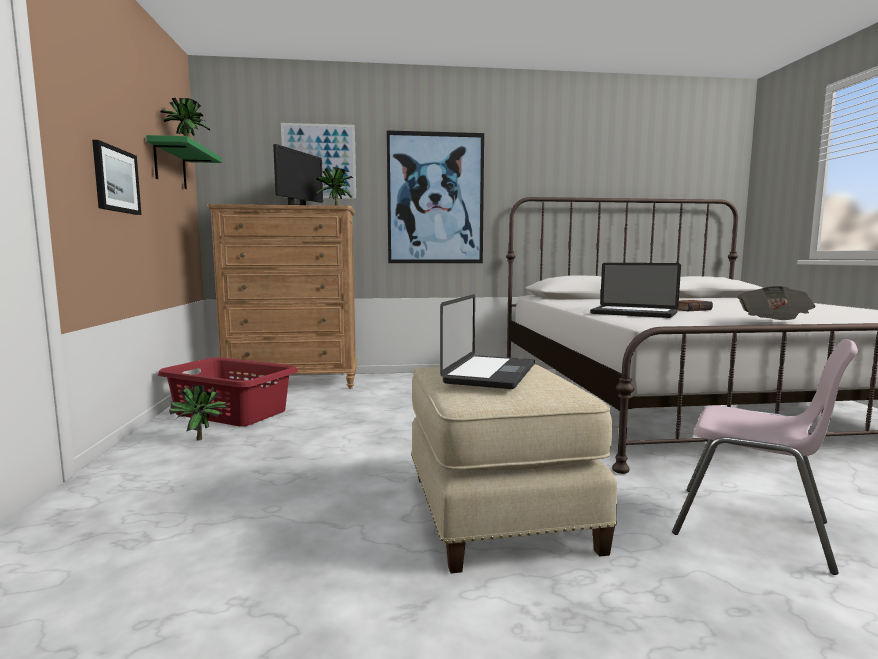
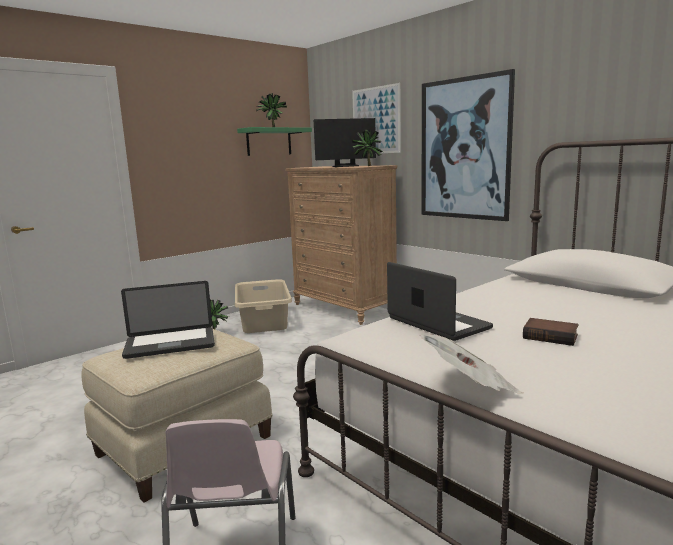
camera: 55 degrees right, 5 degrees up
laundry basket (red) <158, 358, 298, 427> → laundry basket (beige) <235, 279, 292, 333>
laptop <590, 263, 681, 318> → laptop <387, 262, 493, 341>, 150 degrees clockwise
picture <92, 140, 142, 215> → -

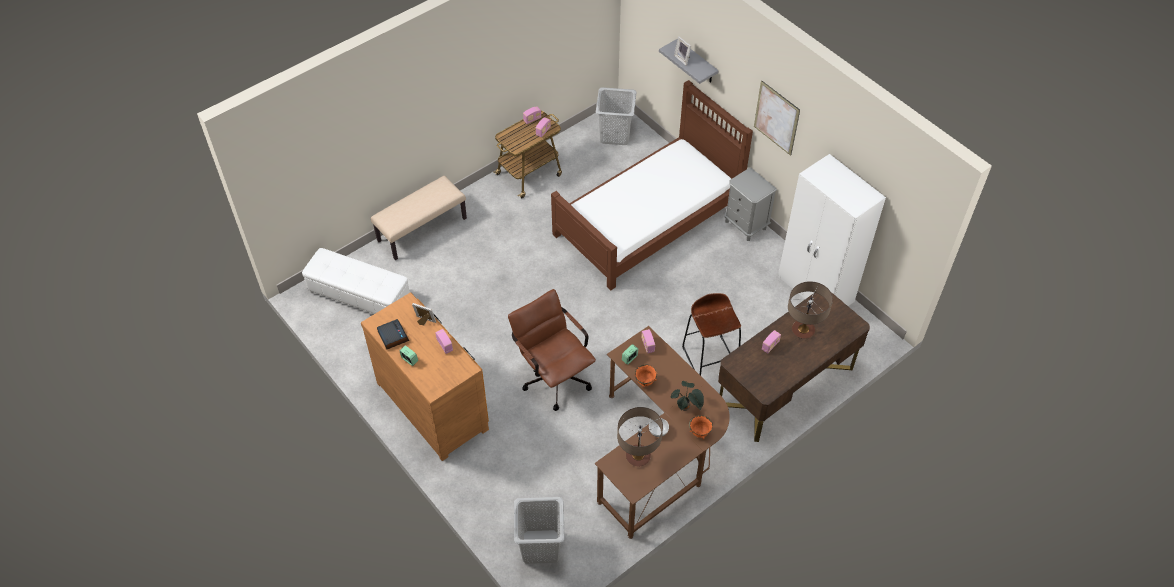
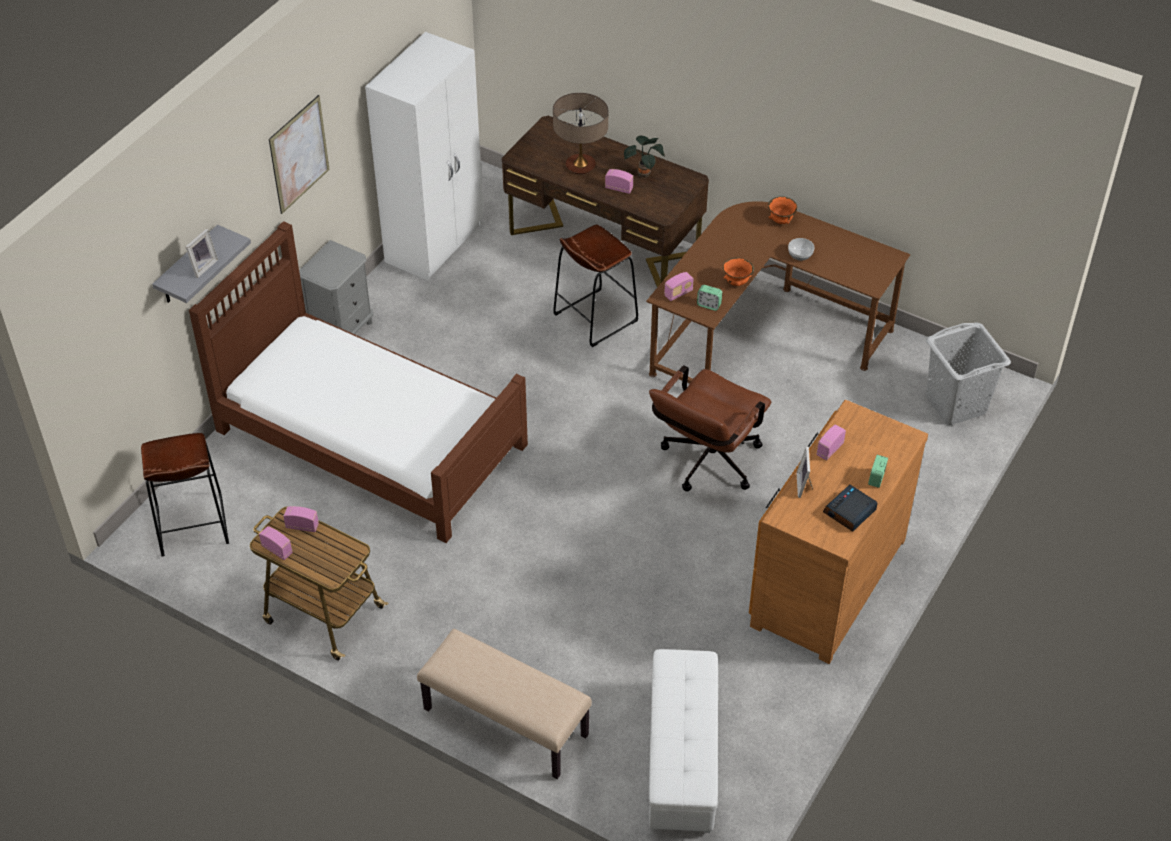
camera: 110 degrees left, 5 degrees down
laundry basket (grey) <596, 87, 637, 145> → stool (brown) <141, 433, 229, 556>
potted plant <671, 381, 704, 411> → potted plant <624, 136, 665, 177>, moved
table lamp <617, 407, 663, 466> → -

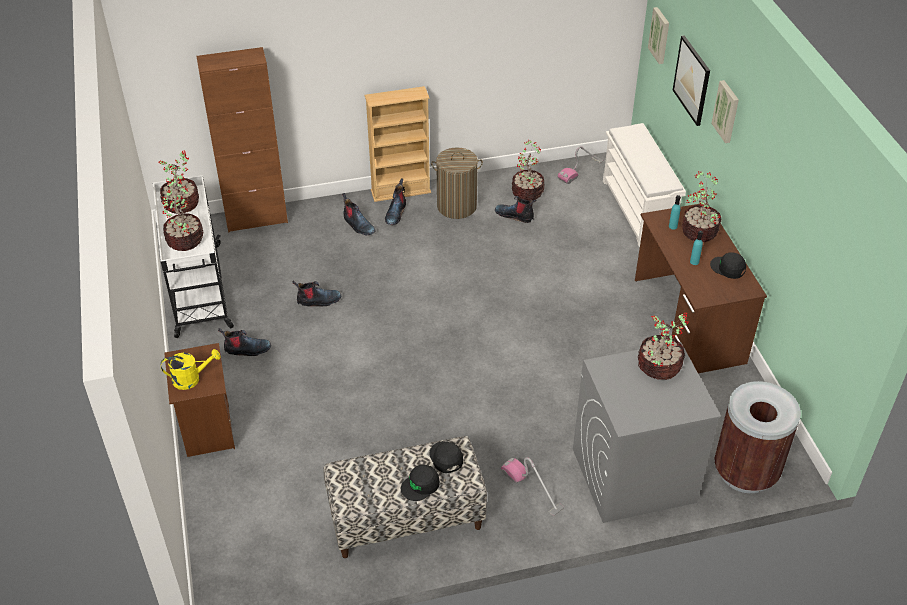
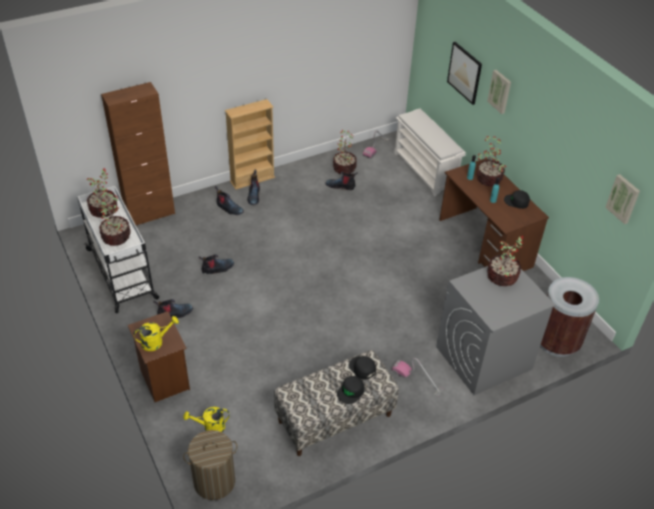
camera: 15 degrees left, 0 degrees up
laundry basket <431, 148, 483, 219> → laundry basket <183, 430, 237, 500>, moved
- → watering can (yellow) <184, 407, 229, 432>
picture <648, 7, 669, 64> → picture <605, 174, 640, 224>, moved

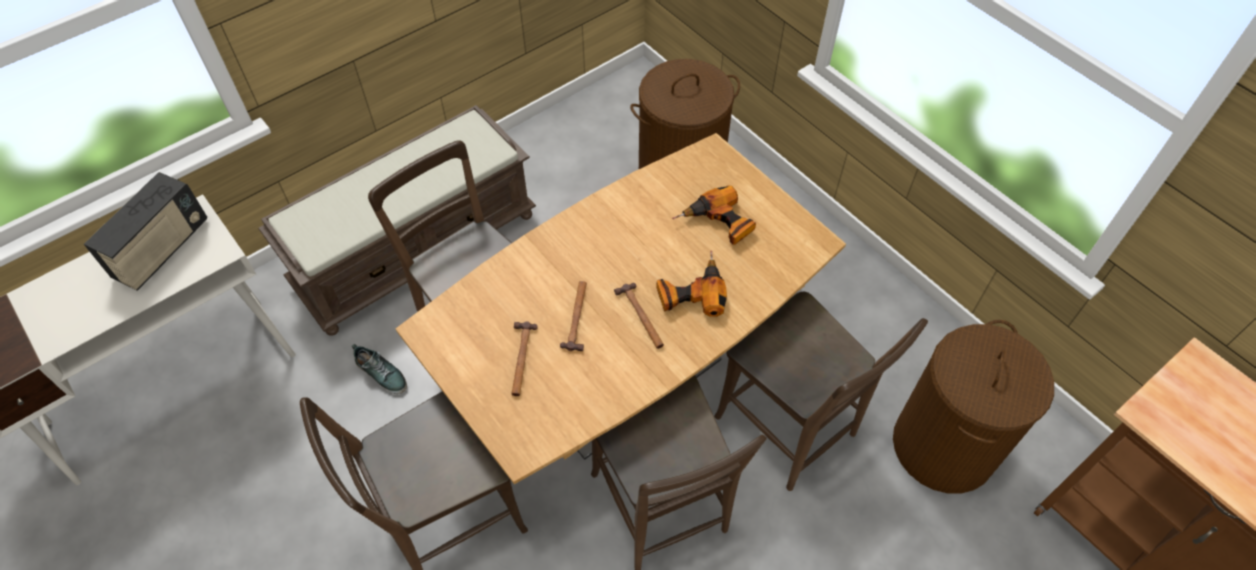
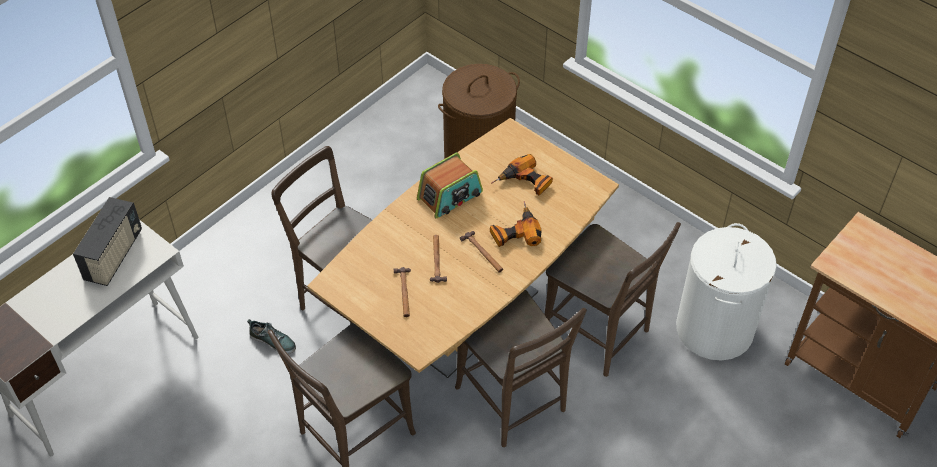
camera: 10 degrees left, 5 degrees down
- → radio <417, 152, 483, 218>
laundry basket (brown) <893, 320, 1054, 494> → laundry basket (white) <676, 223, 777, 361>
bench (brown) <258, 105, 536, 336> → -

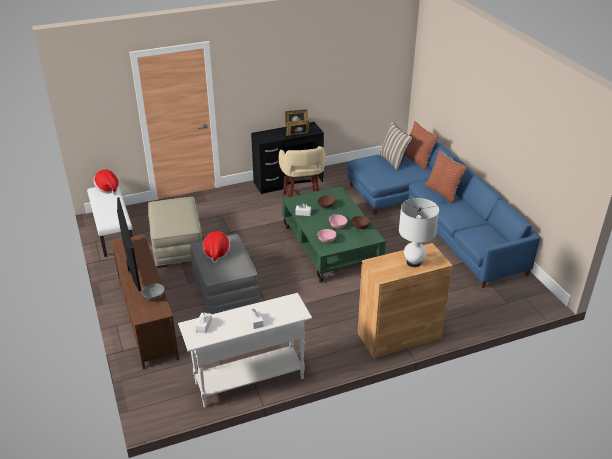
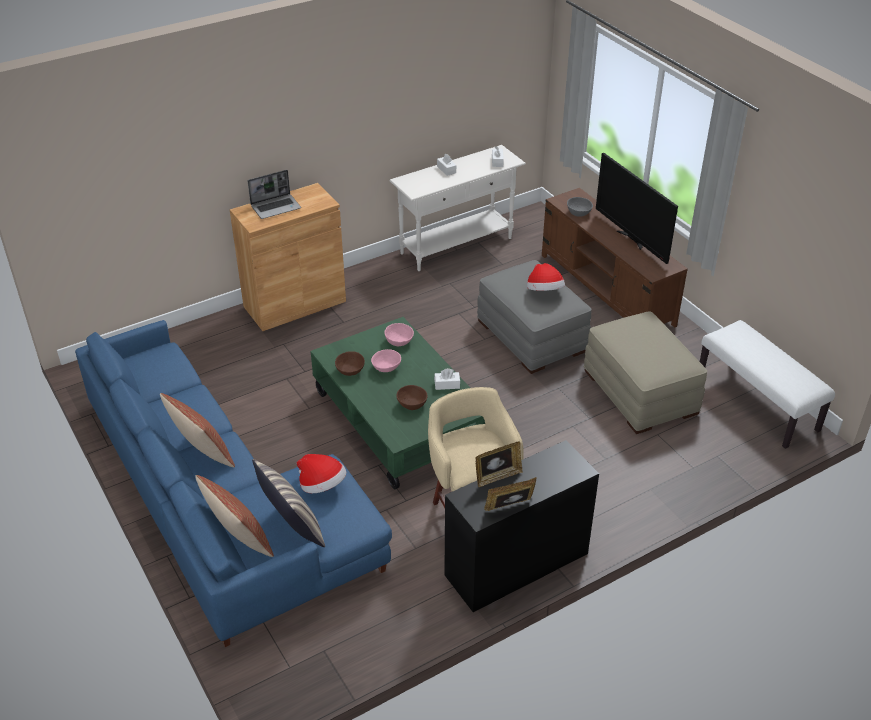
camera: 170 degrees right, 5 degrees up
table lamp (white) <399, 198, 439, 267> → laptop <248, 170, 301, 219>
hat <93, 170, 119, 194> → hat <297, 454, 346, 493>, moved

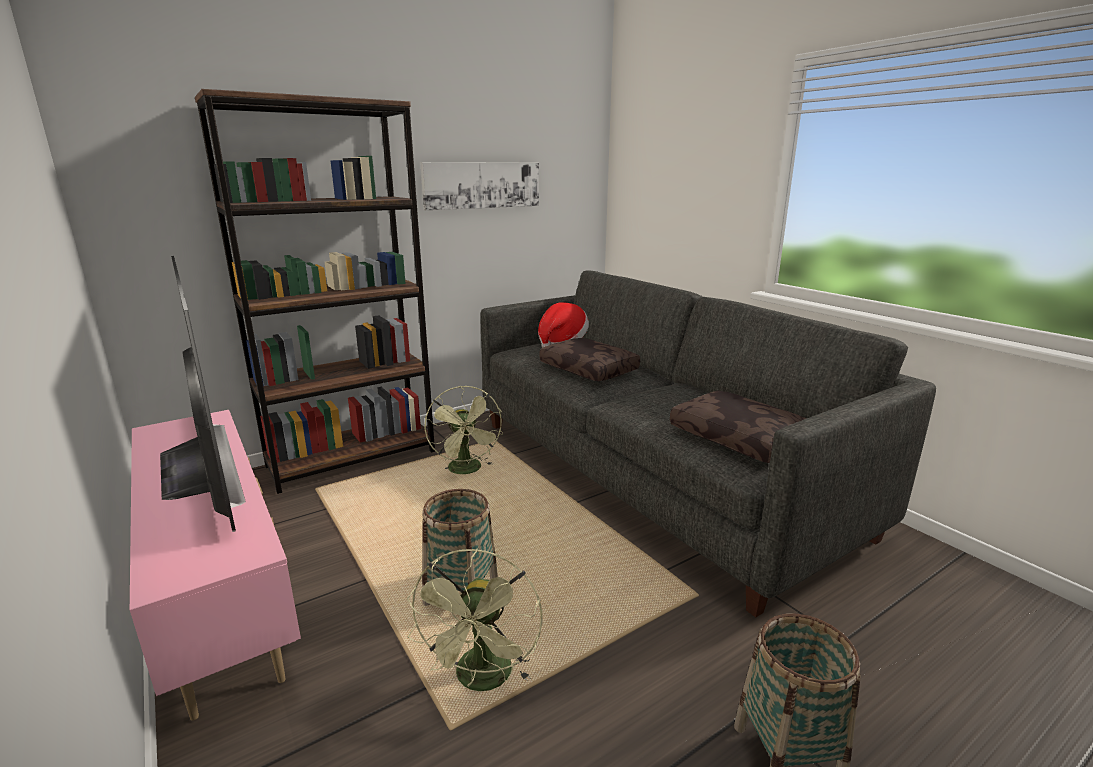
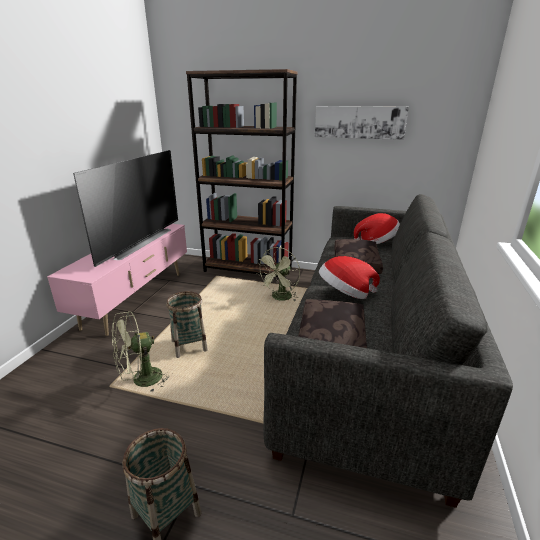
camera: 50 degrees right, 5 degrees up
- → hat <319, 256, 380, 299>

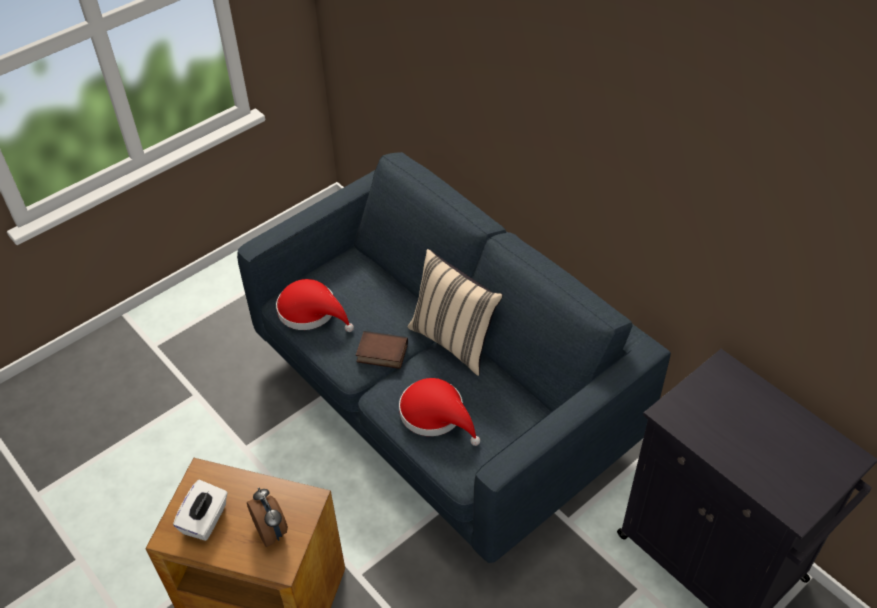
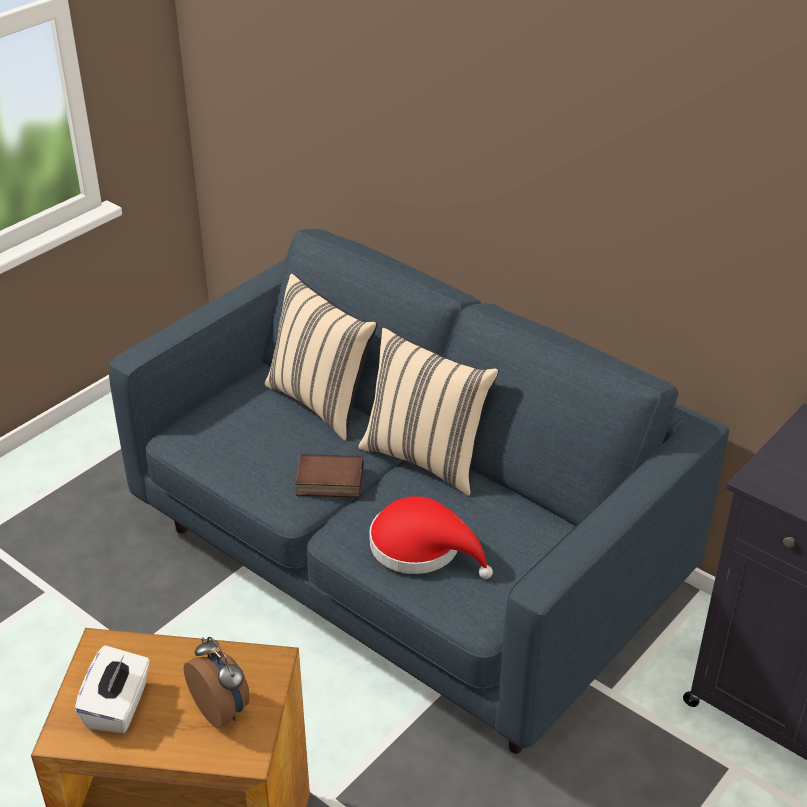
camera: 10 degrees left, 10 degrees down
- → pillow (beige) <264, 274, 377, 441>
hat (red) <276, 279, 354, 332> → -

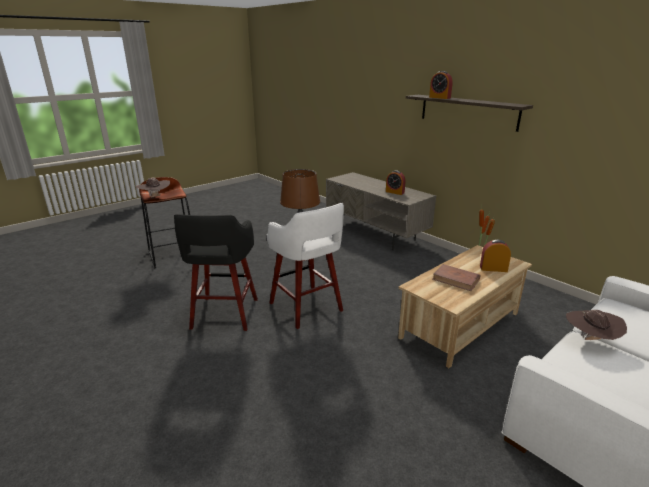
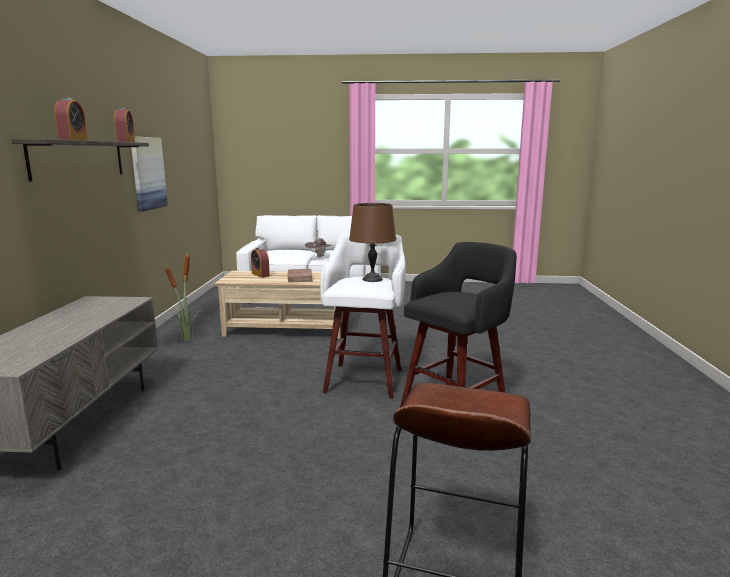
camera: 135 degrees left, 10 degrees down
alarm clock <386, 170, 406, 195> → alarm clock <114, 108, 135, 142>, moved
- → picture <131, 136, 168, 212>
hat (brown) <136, 178, 170, 197> → -

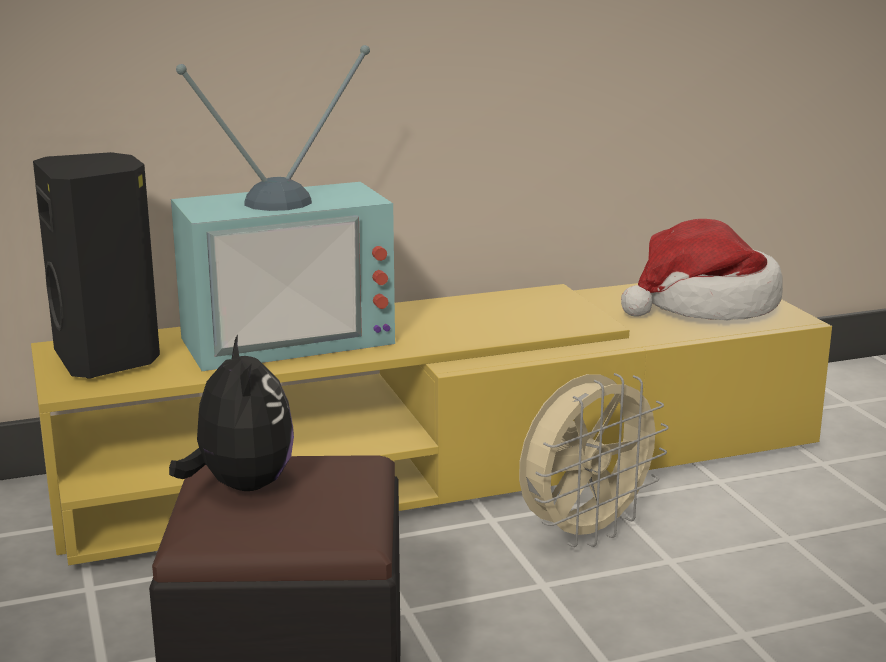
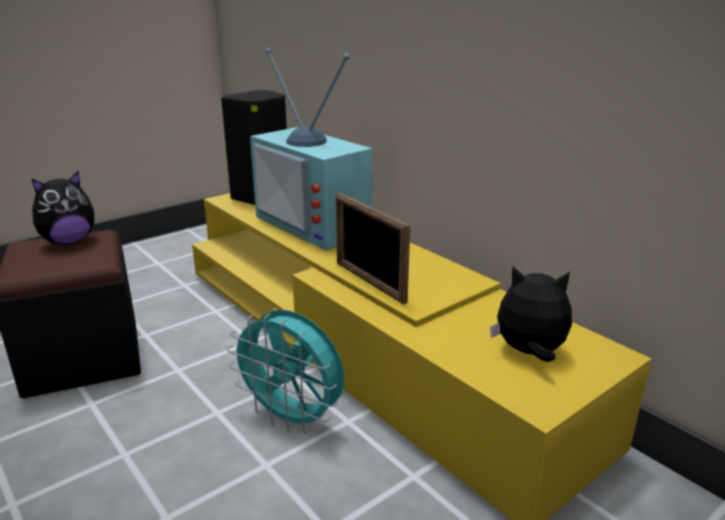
camera: 70 degrees right, 5 degrees up
fan (beige) <519, 373, 669, 547> → fan (turquoise) <227, 310, 344, 434>
- → picture frame <336, 192, 410, 304>
hat <621, 219, 783, 320> → plush toy <490, 266, 572, 362>

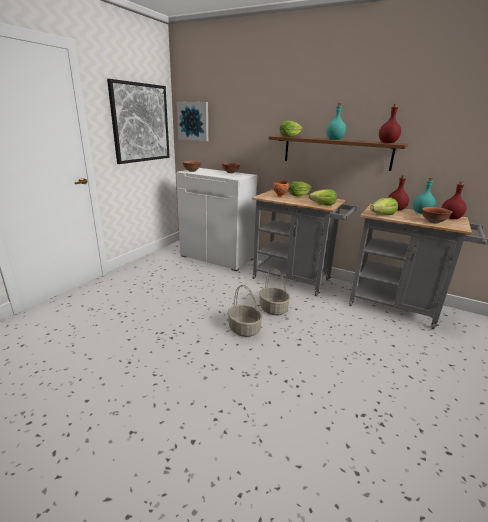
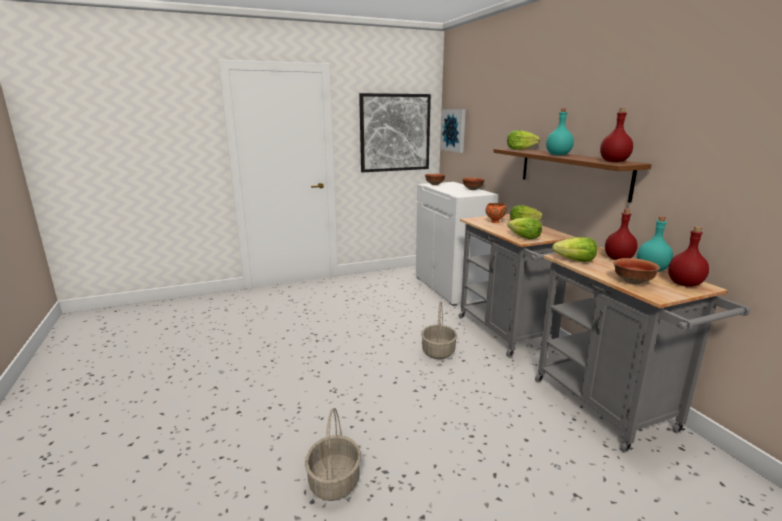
camera: 40 degrees right, 5 degrees down
basket <228, 285, 263, 337> → basket <305, 408, 361, 501>, moved

